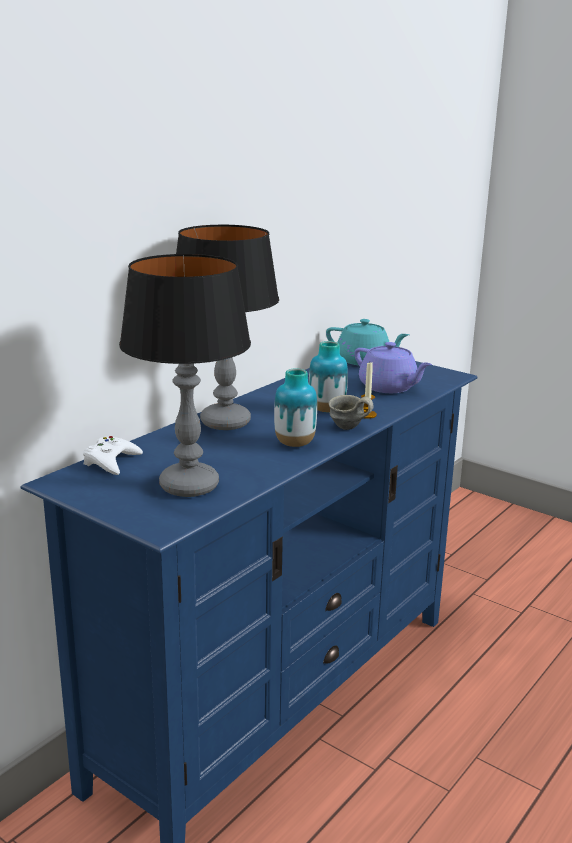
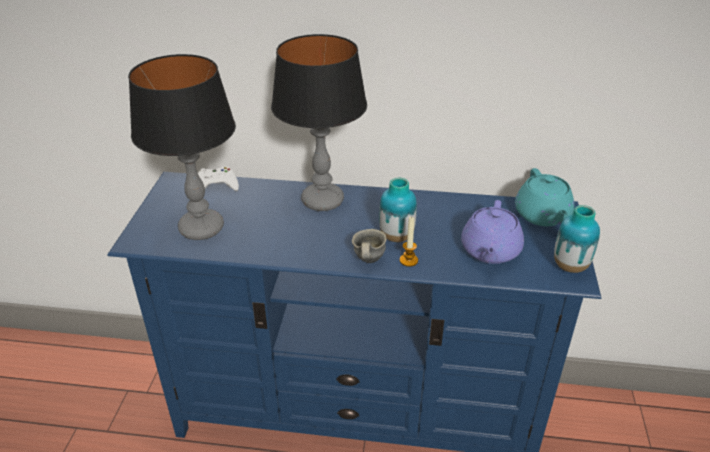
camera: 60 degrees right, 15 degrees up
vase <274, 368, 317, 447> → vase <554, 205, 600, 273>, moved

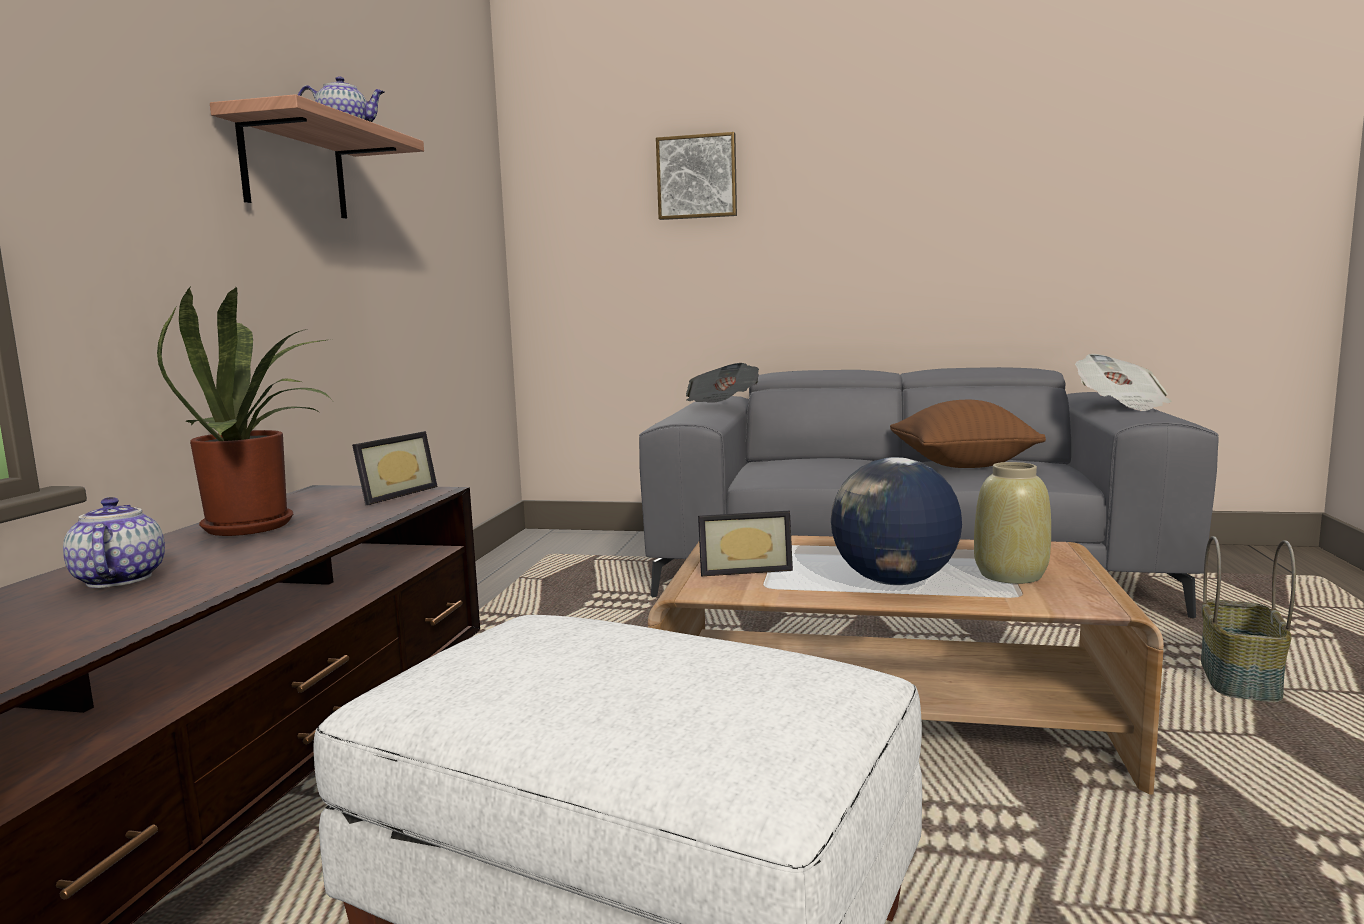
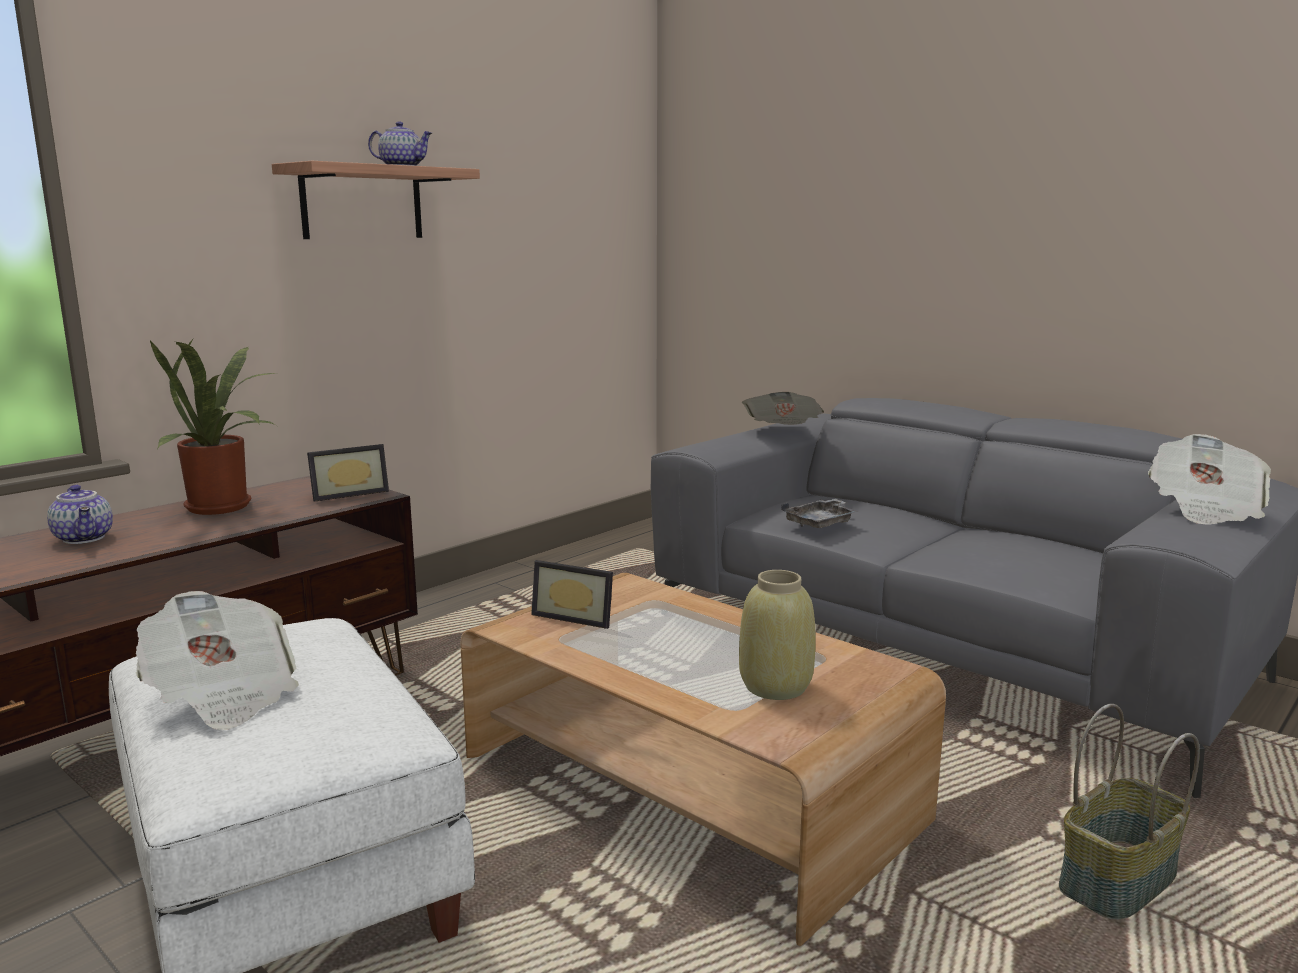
camera: 30 degrees right, 5 degrees up
teapot <63, 497, 165, 588> → teapot <47, 485, 113, 544>, 135 degrees clockwise
- → newspaper <135, 591, 299, 730>
- → tray (grey) <781, 499, 858, 528>
picture <656, 132, 737, 220> → -
globe <831, 457, 962, 585> → -
pillow (brown) <890, 400, 1046, 468> → -

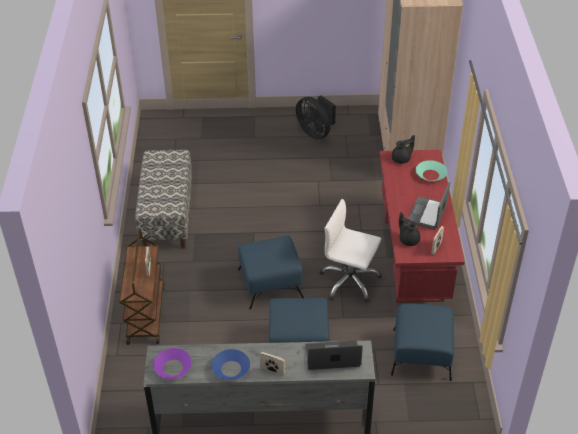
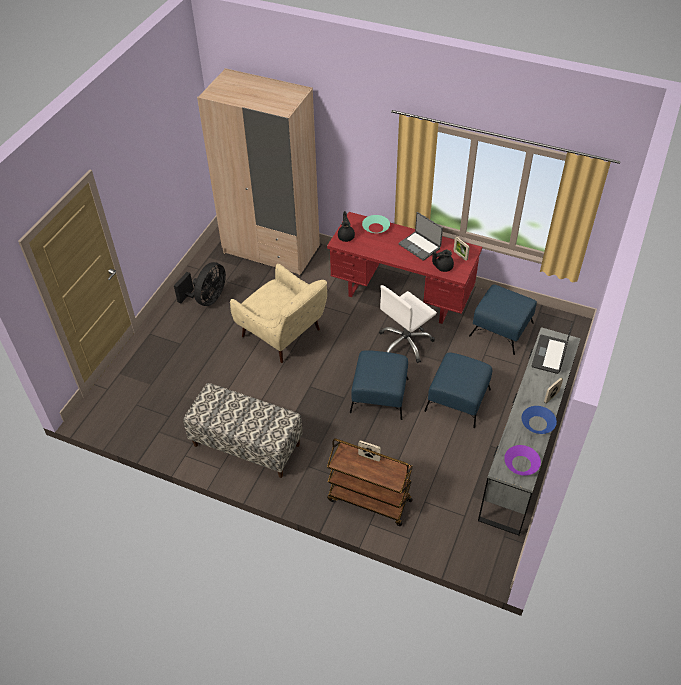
camera: 65 degrees left, 5 degrees up
fan (black) <296, 95, 336, 140> → fan (black) <174, 262, 226, 306>, 45 degrees counterclockwise
- → armchair (beige) <230, 264, 327, 363>

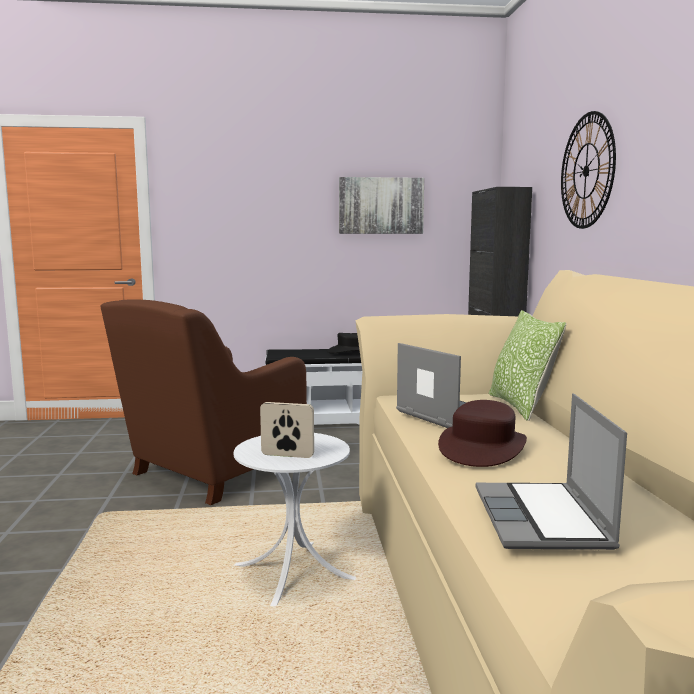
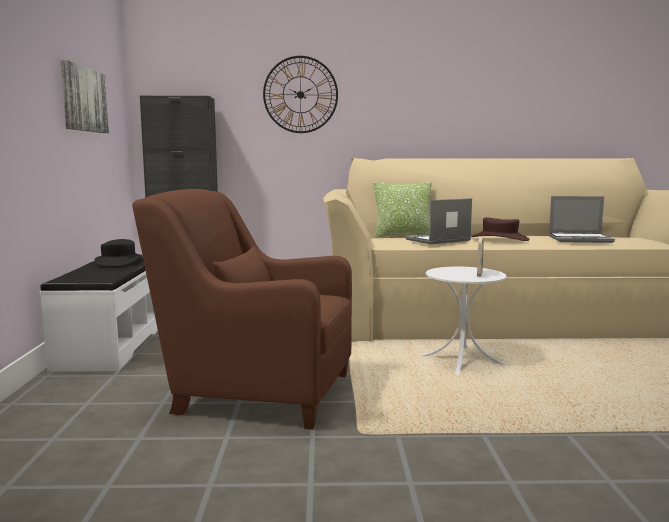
camera: 85 degrees left, 0 degrees up
armchair (brown) <101, 299, 307, 505> → armchair (brown) <132, 189, 352, 430>, 150 degrees clockwise

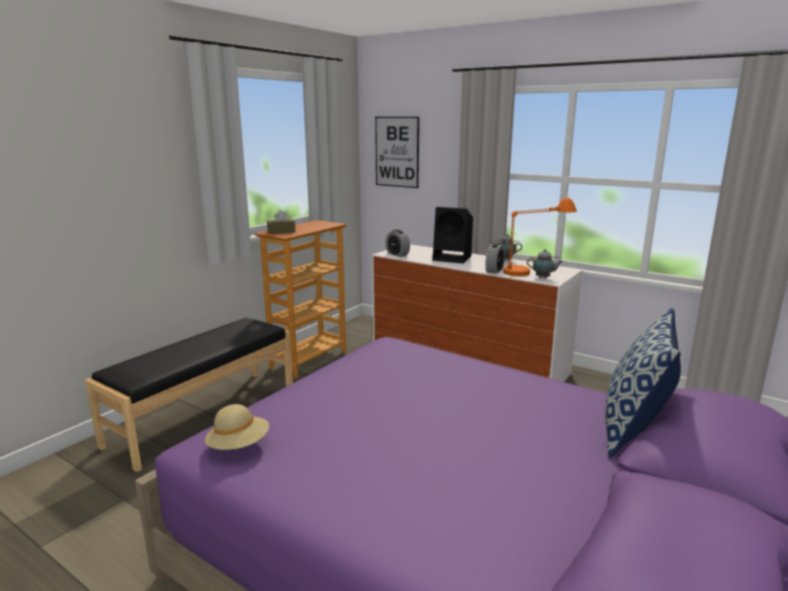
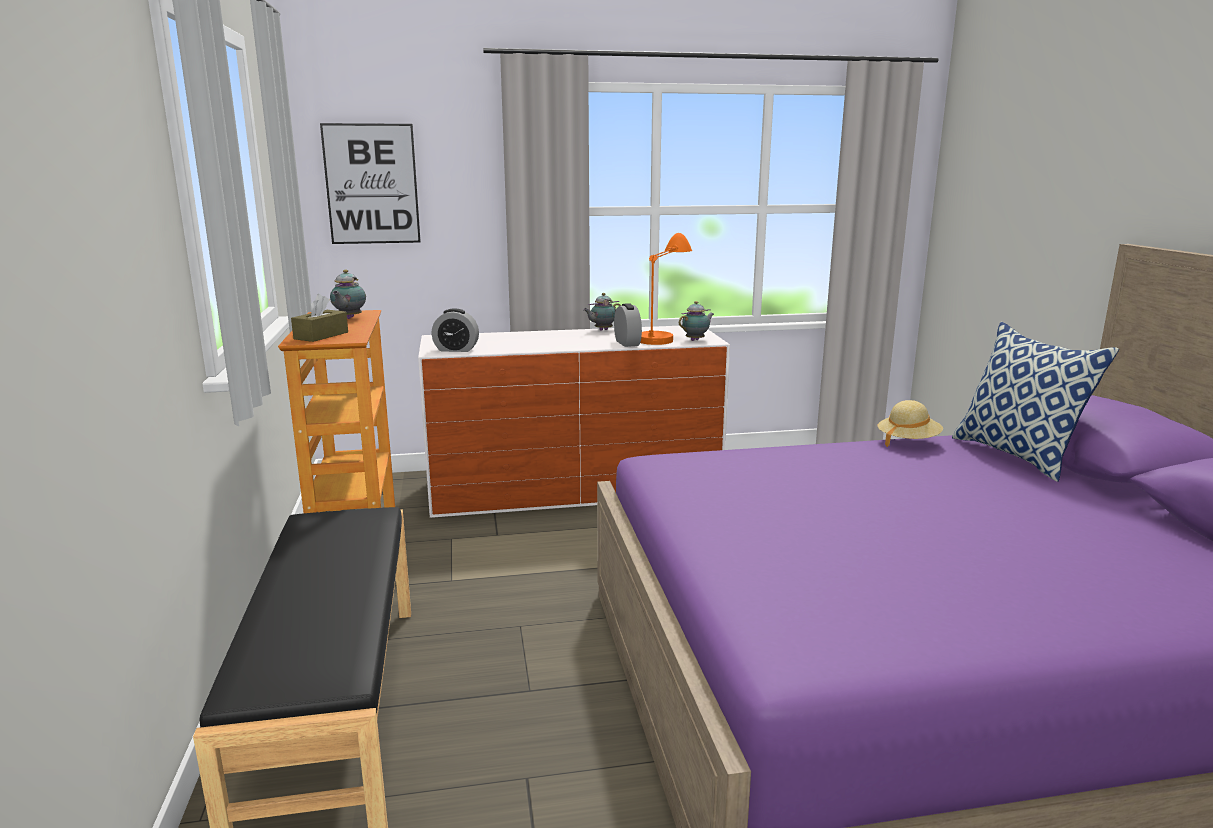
camera: 45 degrees left, 0 degrees up
- → teapot <330, 270, 366, 319>
hat (beige) <205, 404, 269, 450> → hat (beige) <878, 400, 943, 447>, moved
speaker (black) <433, 207, 473, 264> → -

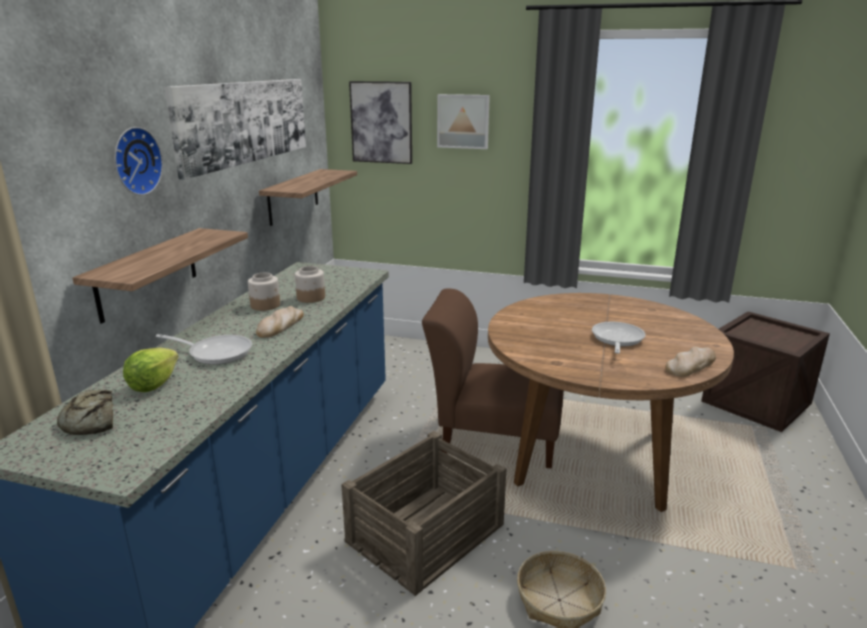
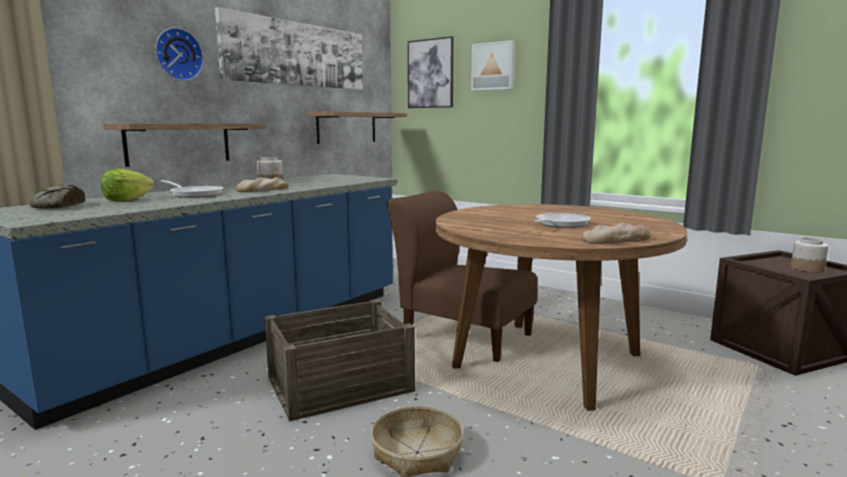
camera: 20 degrees right, 10 degrees down
jar <295, 266, 325, 303> → jar <791, 237, 829, 273>, moved

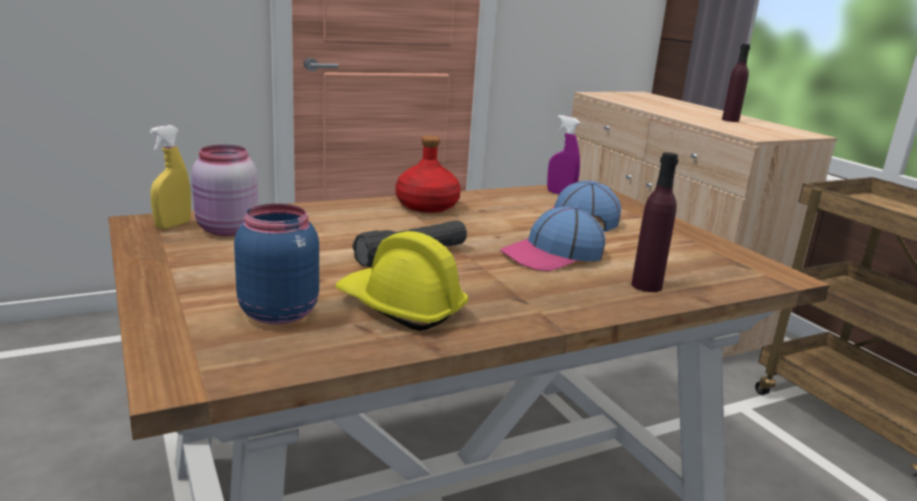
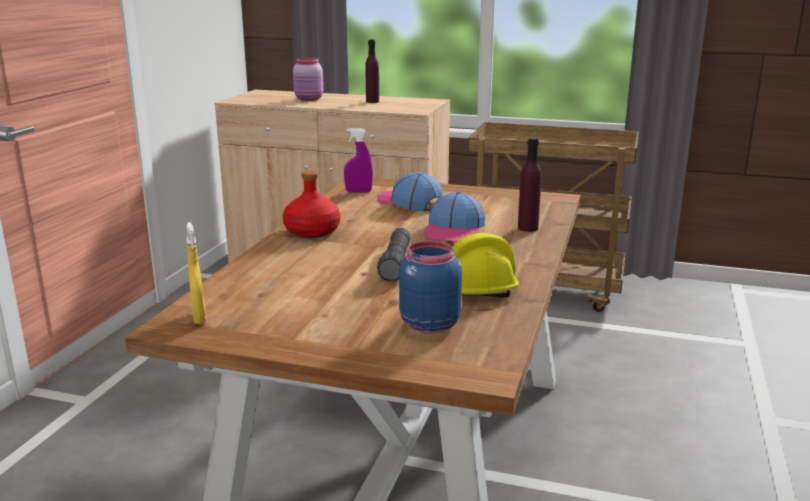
camera: 45 degrees left, 0 degrees up
jar (pink) <192, 145, 259, 236> → jar (pink) <293, 58, 323, 101>, moved

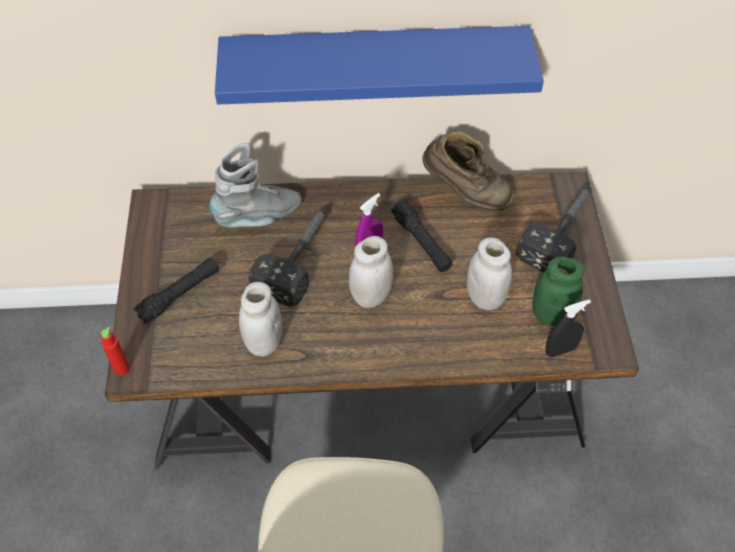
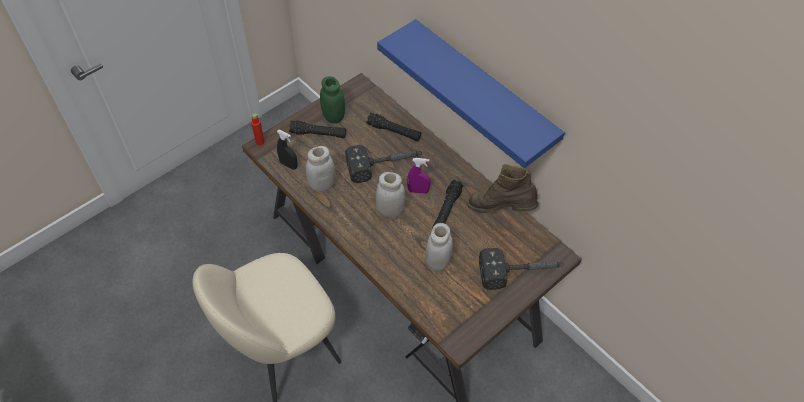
camera: 50 degrees right, 0 degrees up
spray bottle (black) <545, 299, 591, 357> → spray bottle (black) <277, 130, 298, 170>, moved
jar (green) <532, 257, 584, 326> → jar (green) <320, 76, 345, 123>, moved
boot (grey) <209, 143, 302, 228> → flashlight (black) <366, 113, 421, 141>
boot (brown) <422, 131, 514, 211> → boot (brown) <467, 164, 539, 213>, 120 degrees clockwise

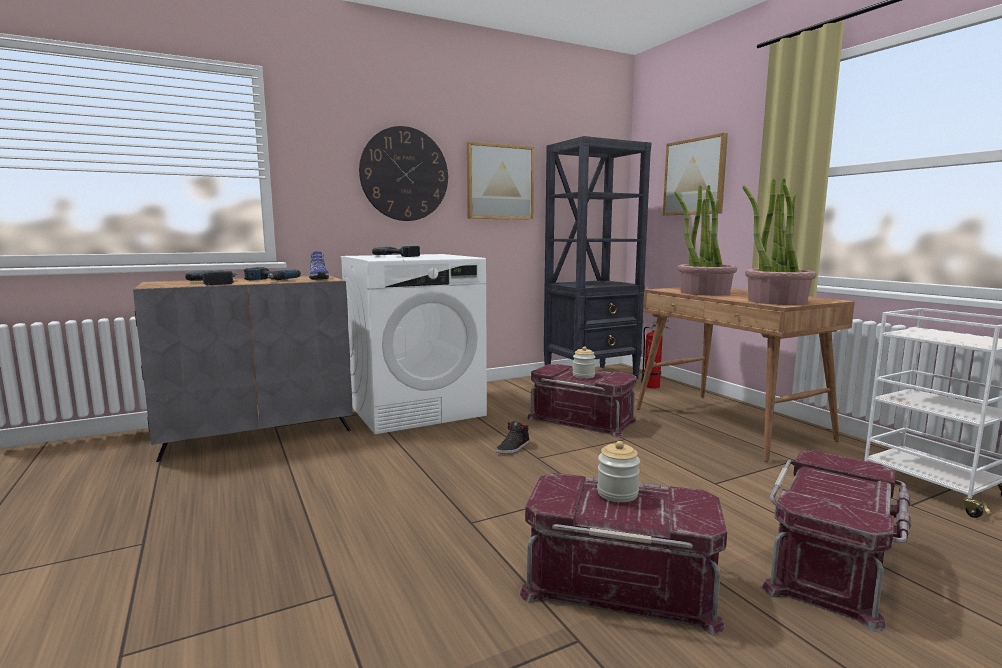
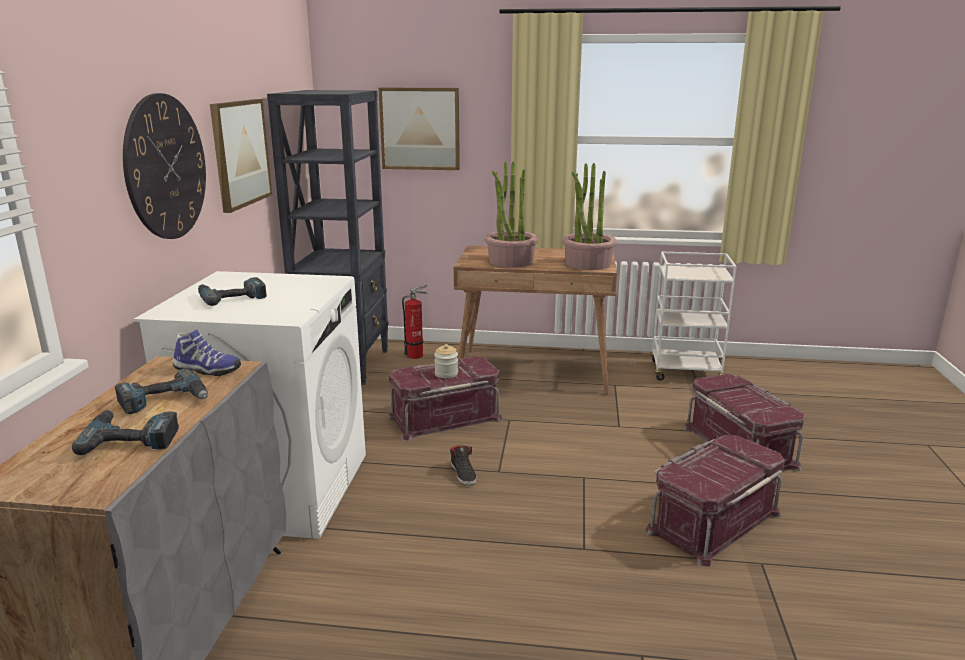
camera: 55 degrees left, 10 degrees up
jar <597, 441, 640, 502> → -

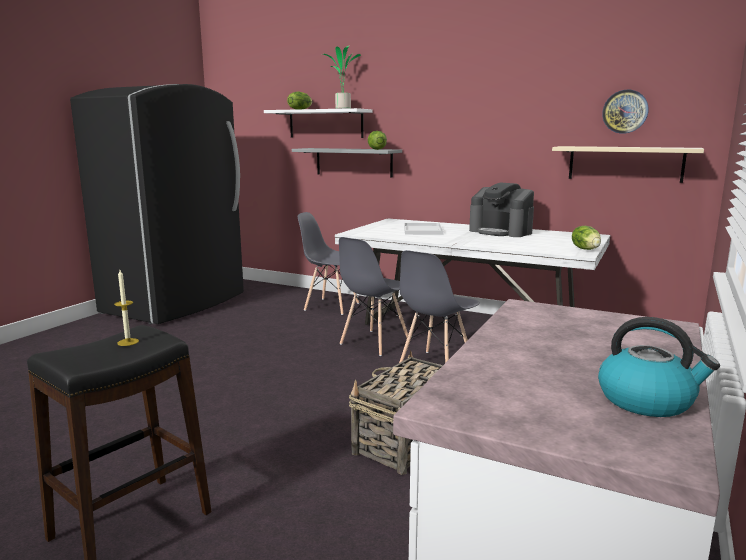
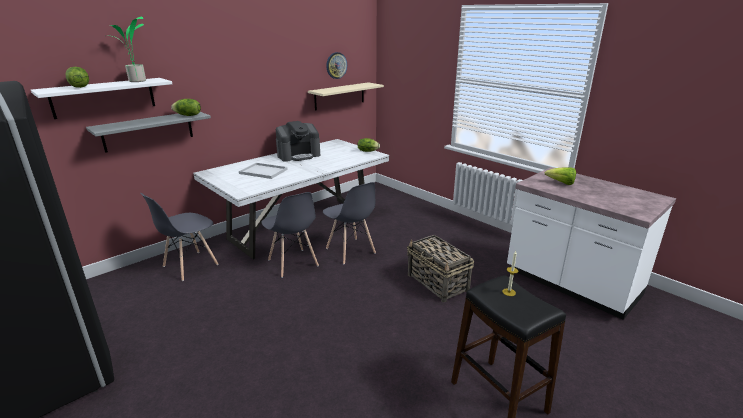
camera: 70 degrees left, 10 degrees up
- → lettuce <545, 167, 576, 185>
kettle <598, 317, 720, 417> → -

